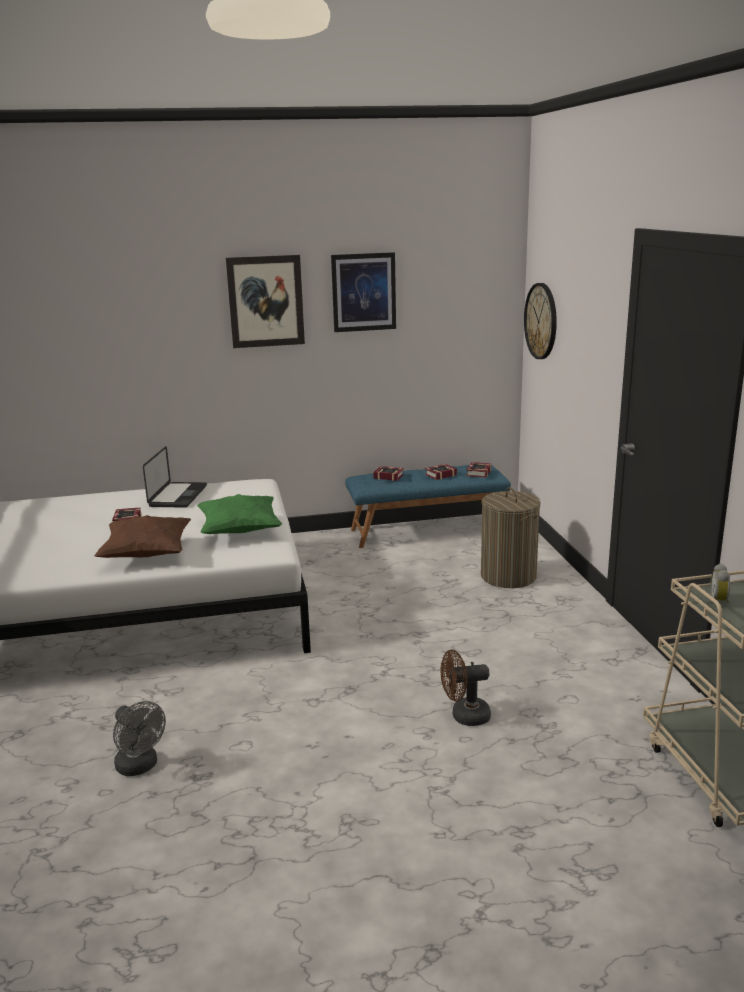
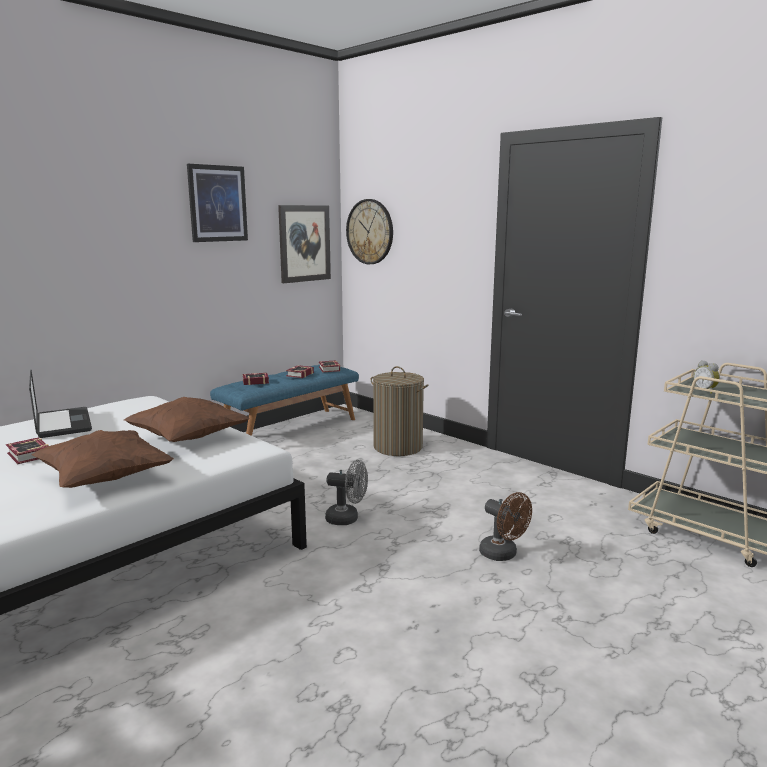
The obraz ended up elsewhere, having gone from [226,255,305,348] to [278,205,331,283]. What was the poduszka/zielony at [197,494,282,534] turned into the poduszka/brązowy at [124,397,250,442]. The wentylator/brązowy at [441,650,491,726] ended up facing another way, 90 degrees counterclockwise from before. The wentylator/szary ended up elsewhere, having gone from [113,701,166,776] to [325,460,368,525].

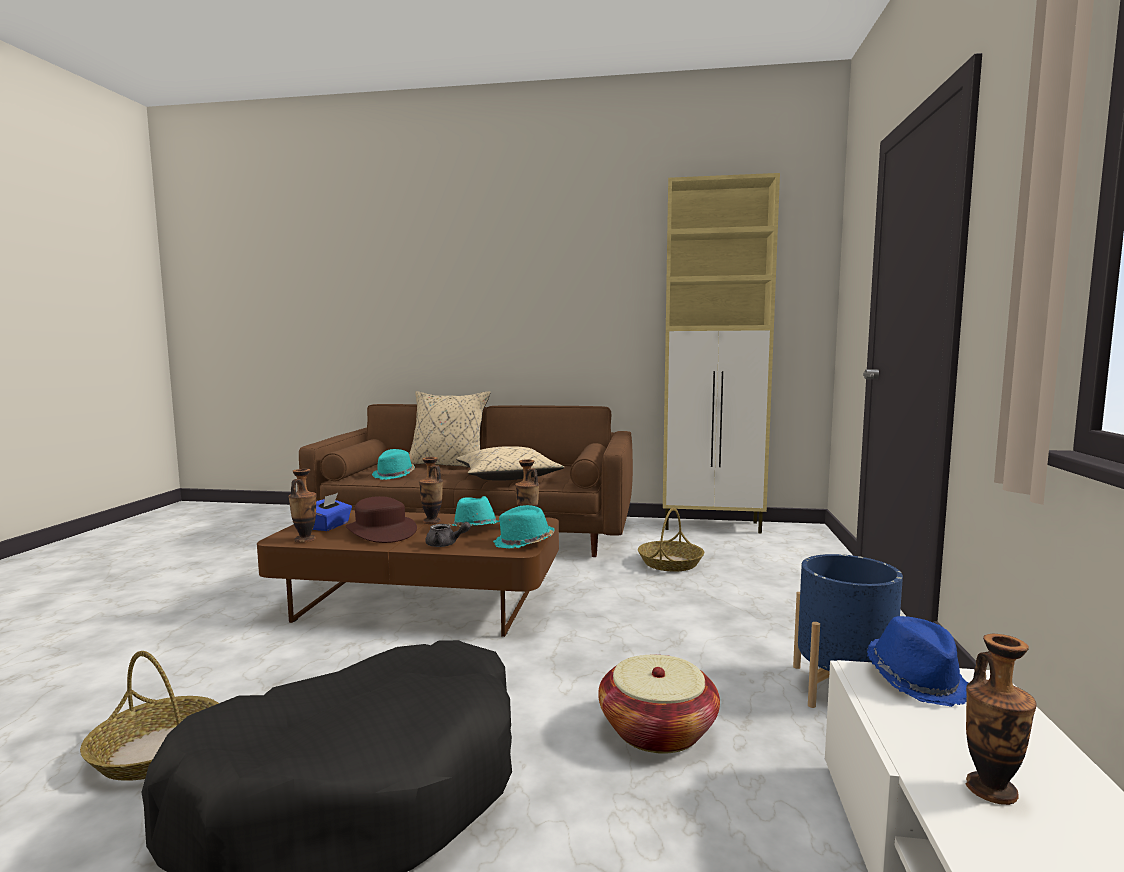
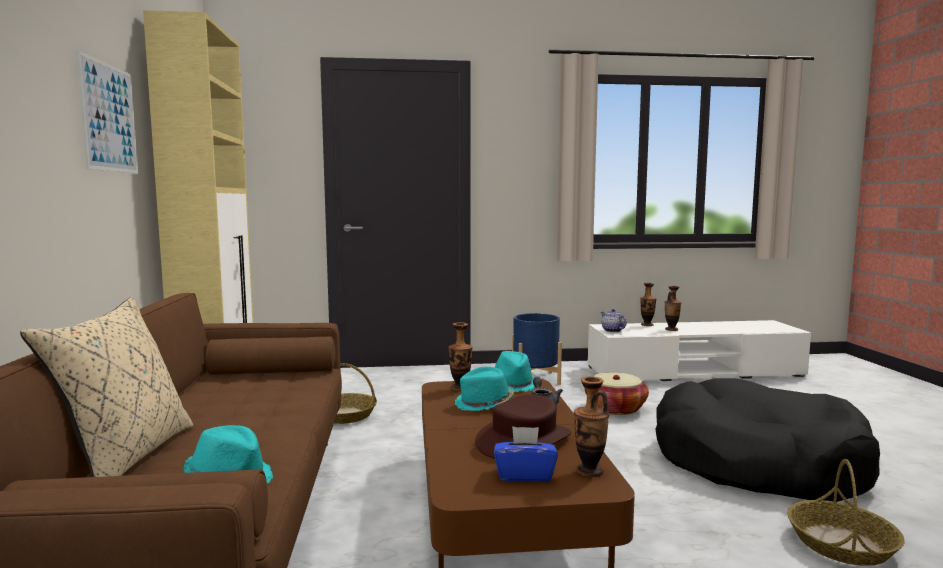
The second view lost the poduszka/beżowy at [456,446,564,481]. The wazon ended up elsewhere, having gone from [419,457,443,524] to [640,283,656,326]. Where the kapelusz/niebieski stood at [867,616,968,707], the imbryk came to stand at [601,309,627,332]. The second view gained the obraz at [76,50,138,174].

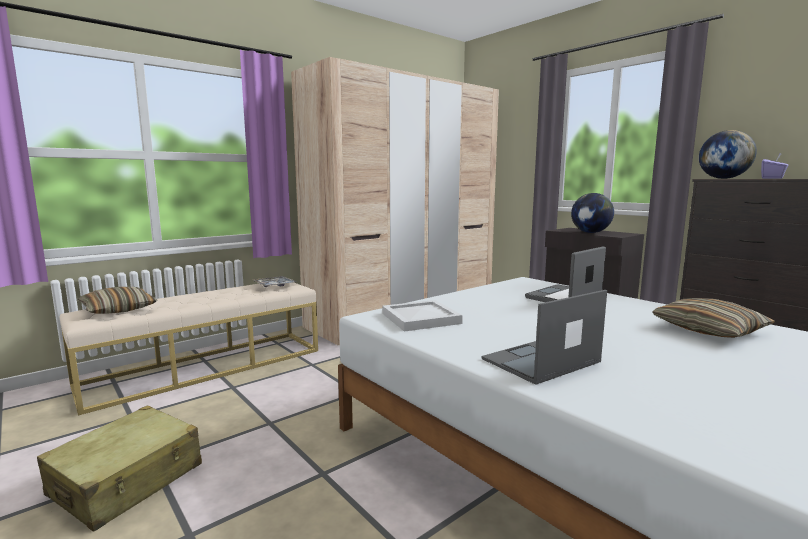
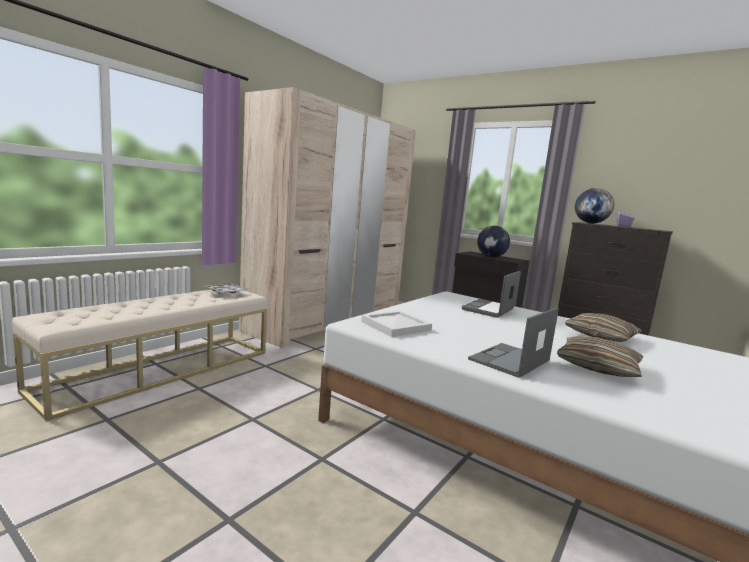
The poduszka ended up elsewhere, having gone from [78,287,158,314] to [557,336,644,377]. The second view lost the walizka/beżowy at [37,405,202,531].

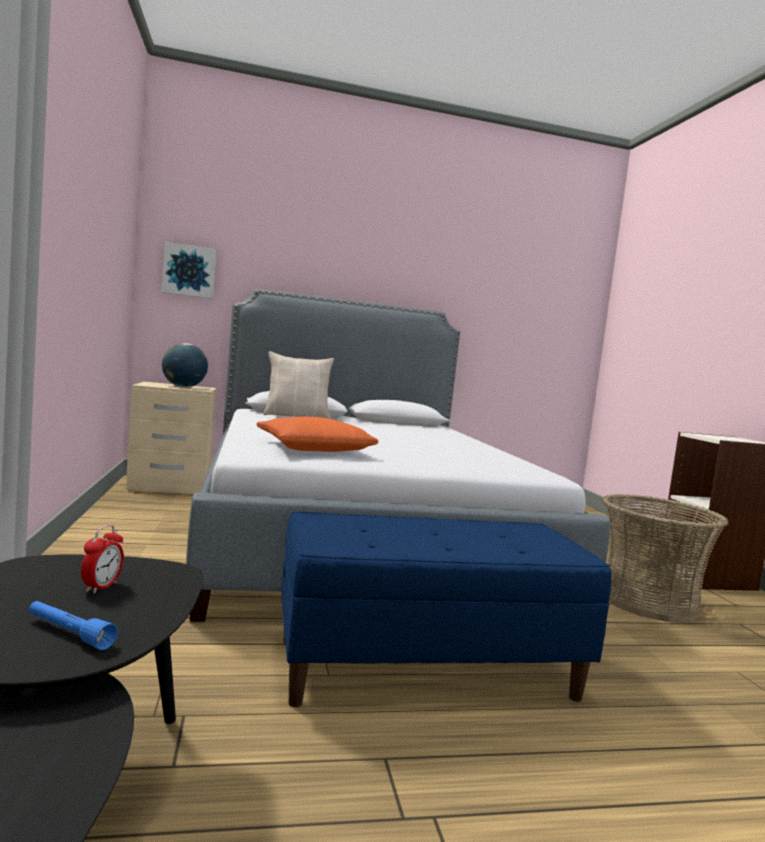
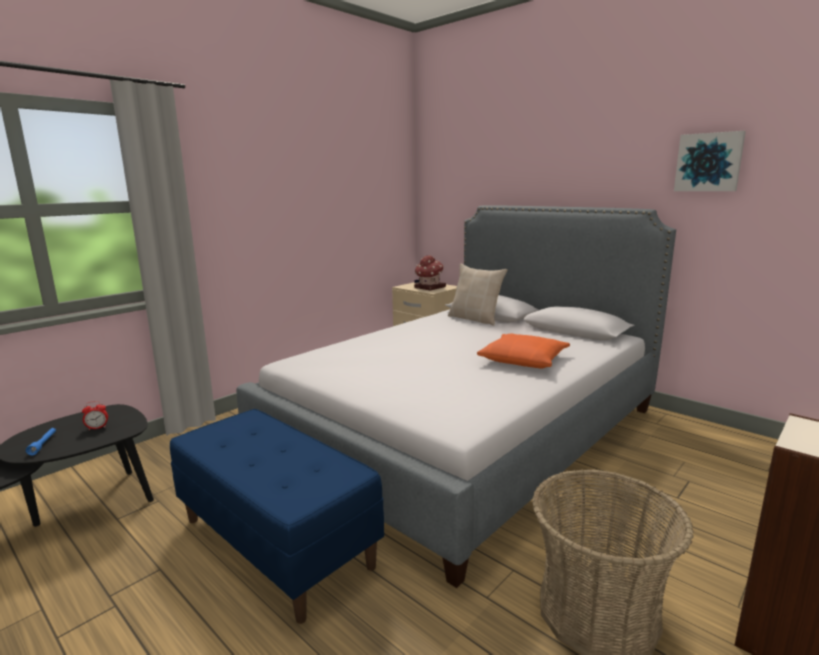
The obraz ended up elsewhere, having gone from [162,242,217,299] to [674,131,746,191]. Where the globus stood at [162,343,208,387], the domek came to stand at [414,255,446,290]. The poduszka/pomarańczowy ended up elsewhere, having gone from [257,417,378,452] to [477,334,570,368].

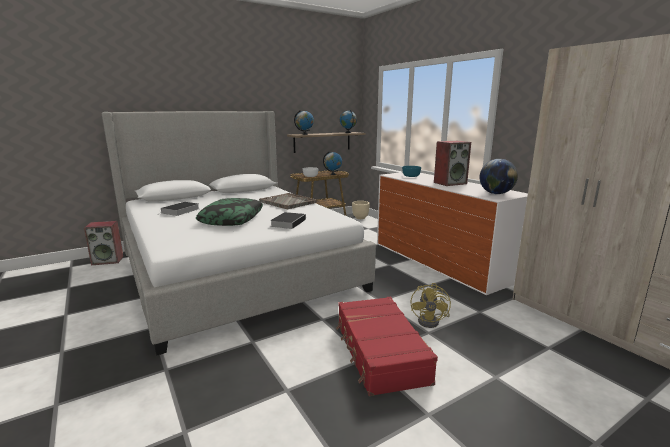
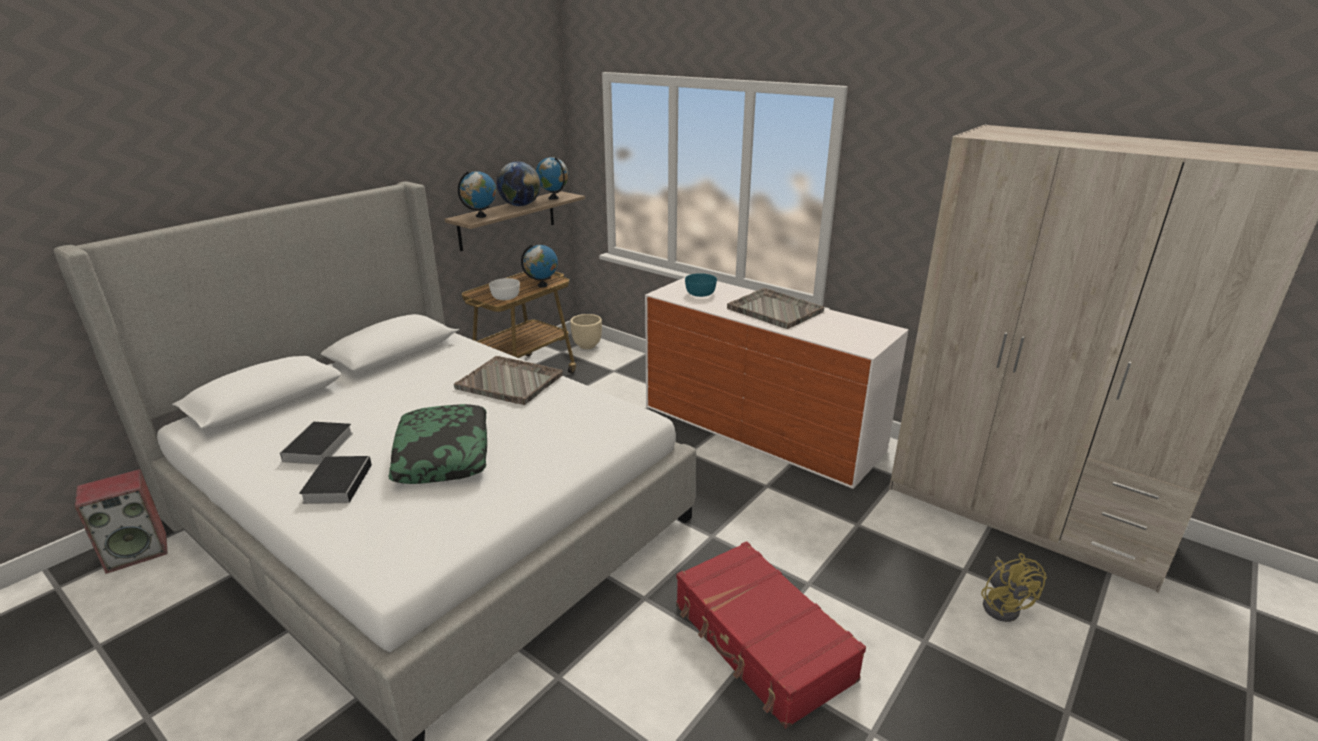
Where the głośnik stood at [434,141,471,186], the taca/szary came to stand at [727,288,824,329]. The globus ended up elsewhere, having gone from [479,159,518,194] to [497,161,541,206]. The książka ended up elsewhere, having gone from [270,212,306,229] to [299,456,372,504]. The wentylator/żółty ended up elsewhere, having gone from [411,283,451,328] to [981,553,1047,622].

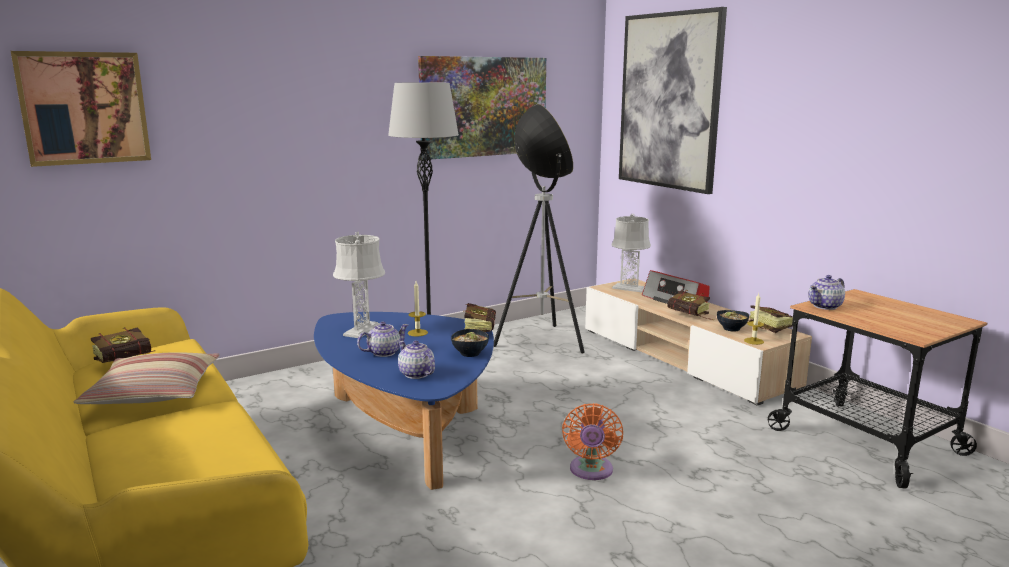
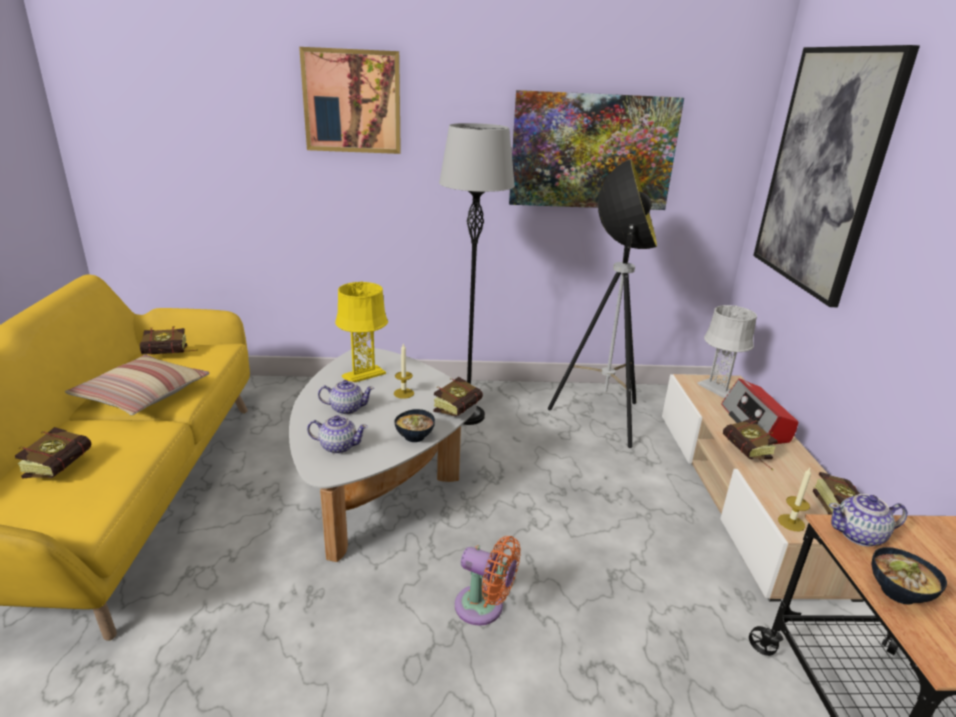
The obraz ended up elsewhere, having gone from [11,51,151,167] to [299,47,401,154]. What was the lampa stołowa/szary at [333,232,385,338] turned into the lampa stołowa/żółty at [335,282,388,383]. The miska ended up elsewhere, having gone from [717,310,749,331] to [872,547,947,604]. What was the ława/niebieski at [314,312,494,490] turned into the ława/biały at [289,347,477,562]. The imbryk at [398,341,435,379] ended up facing another way, 105 degrees clockwise from before. The wentylator/pomarańczowy at [562,403,623,480] ended up facing another way, 105 degrees counterclockwise from before. The second view gained the książka at [15,427,91,479].

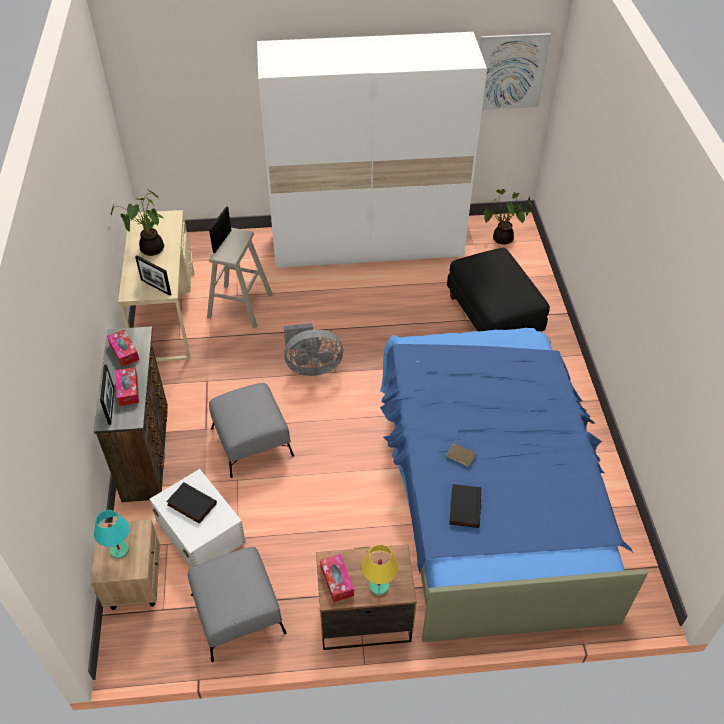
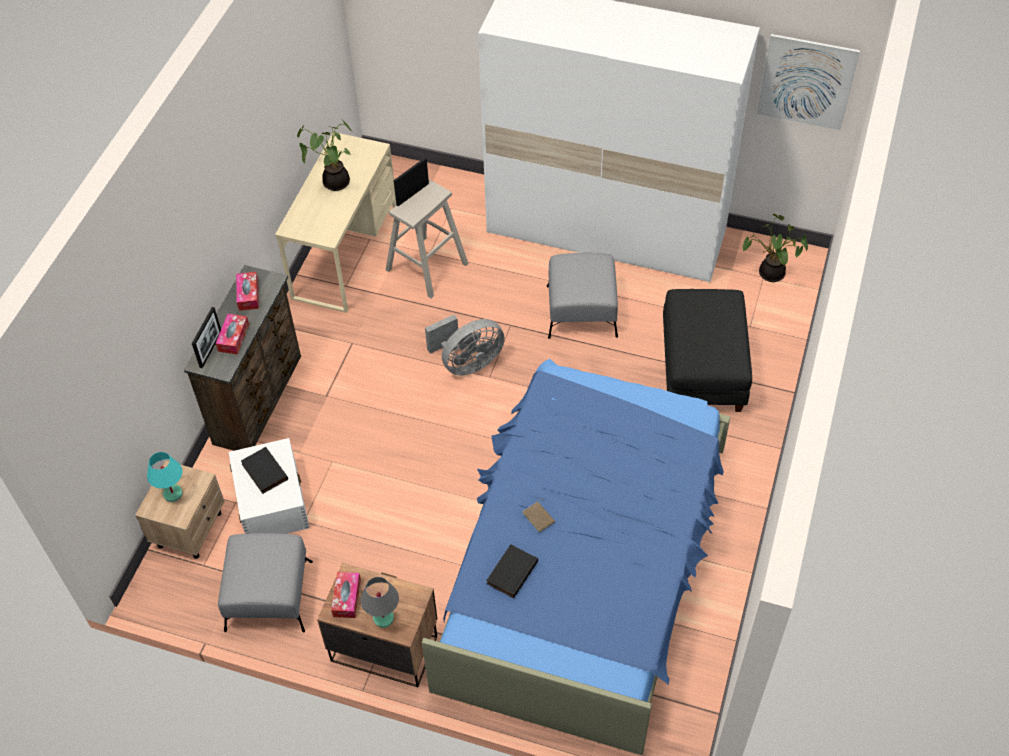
The second view lost the ramka na zdjęcie at [135,255,171,296]. The wentylator/szary at [284,323,343,376] ended up facing another way, 45 degrees counterclockwise from before. The pufa/szary ended up elsewhere, having gone from [209,383,294,478] to [547,253,618,339]. What was the lampa stołowa/żółty at [361,545,398,595] turned into the lampa stołowa/szary at [361,577,399,628].

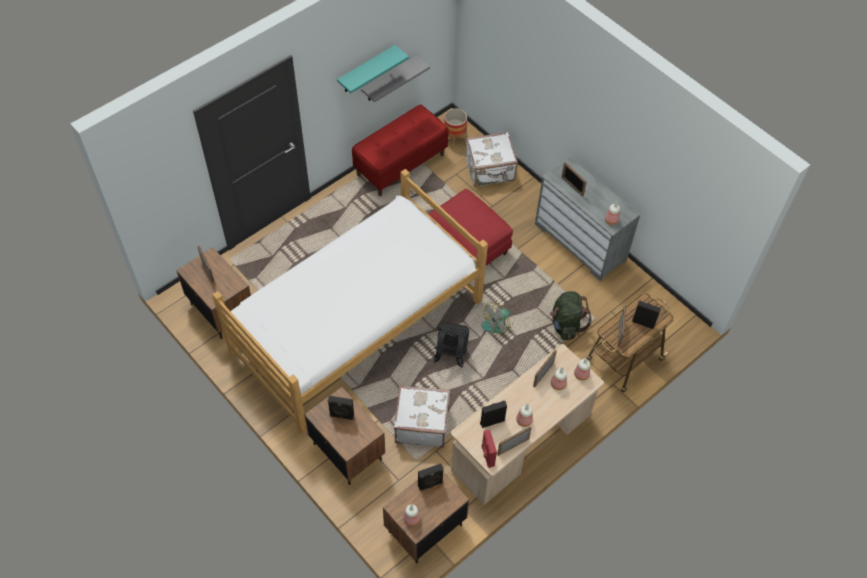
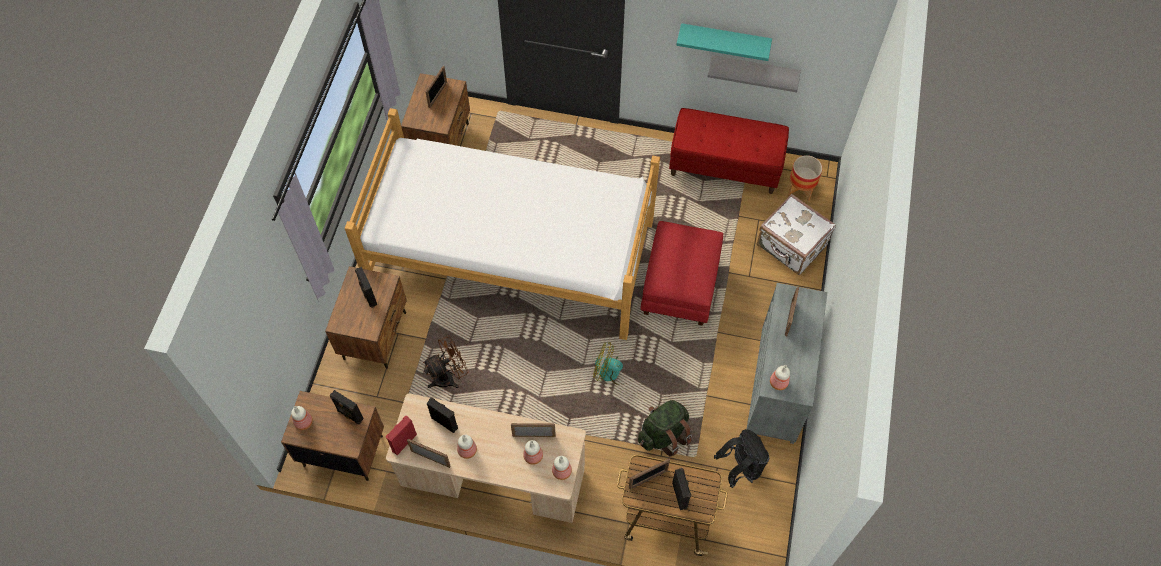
The plecak/czarny ended up elsewhere, having gone from [433,323,469,368] to [714,429,769,488]. Where the walizka/biały stood at [394,385,450,447], the wentylator/brązowy came to stand at [423,335,469,388].

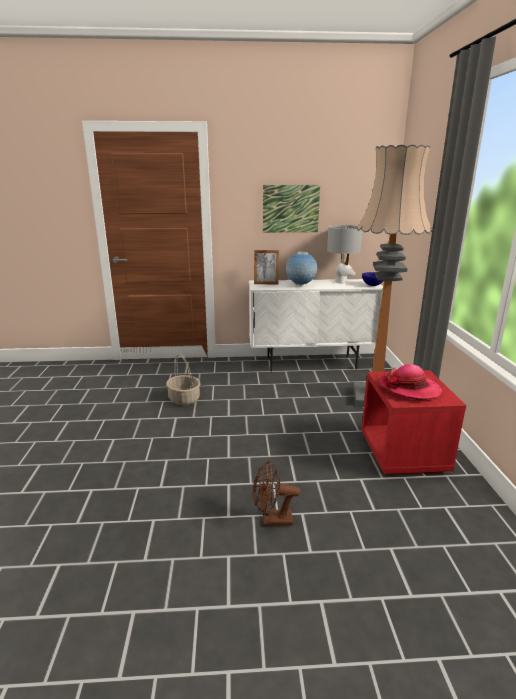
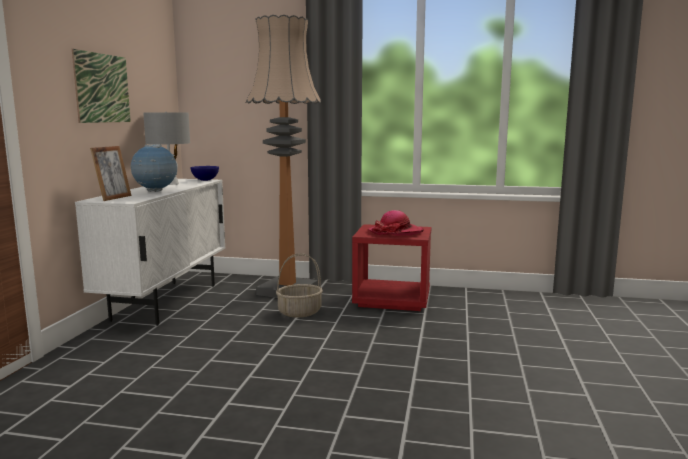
The koszyk ended up elsewhere, having gone from [166,354,200,405] to [276,253,323,317]. The second view lost the wentylator/brązowy at [253,460,301,526].

